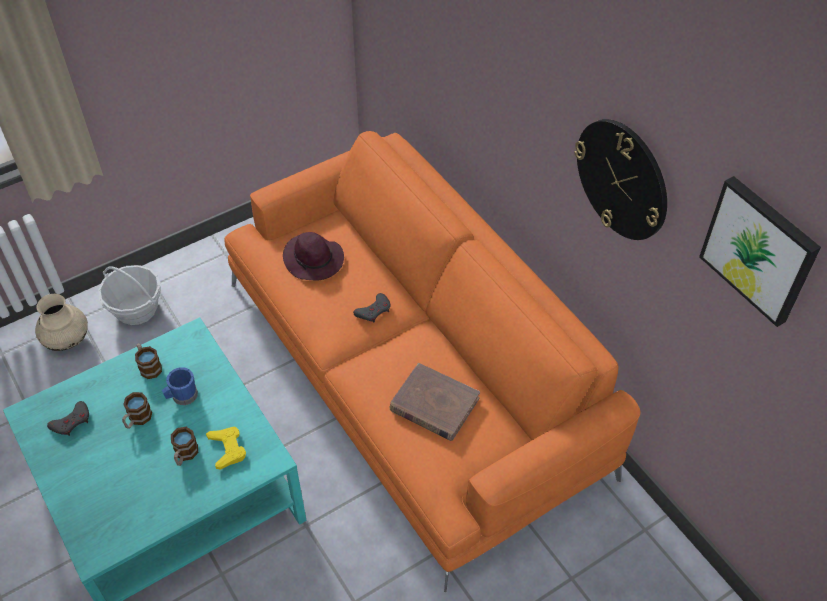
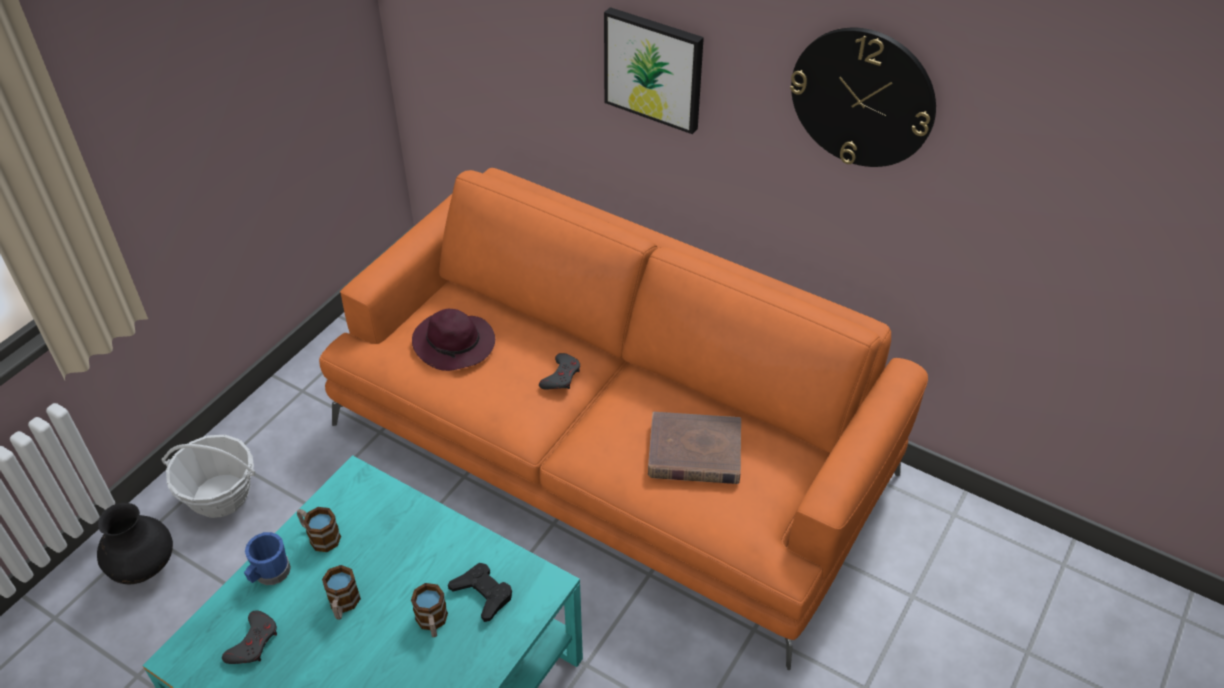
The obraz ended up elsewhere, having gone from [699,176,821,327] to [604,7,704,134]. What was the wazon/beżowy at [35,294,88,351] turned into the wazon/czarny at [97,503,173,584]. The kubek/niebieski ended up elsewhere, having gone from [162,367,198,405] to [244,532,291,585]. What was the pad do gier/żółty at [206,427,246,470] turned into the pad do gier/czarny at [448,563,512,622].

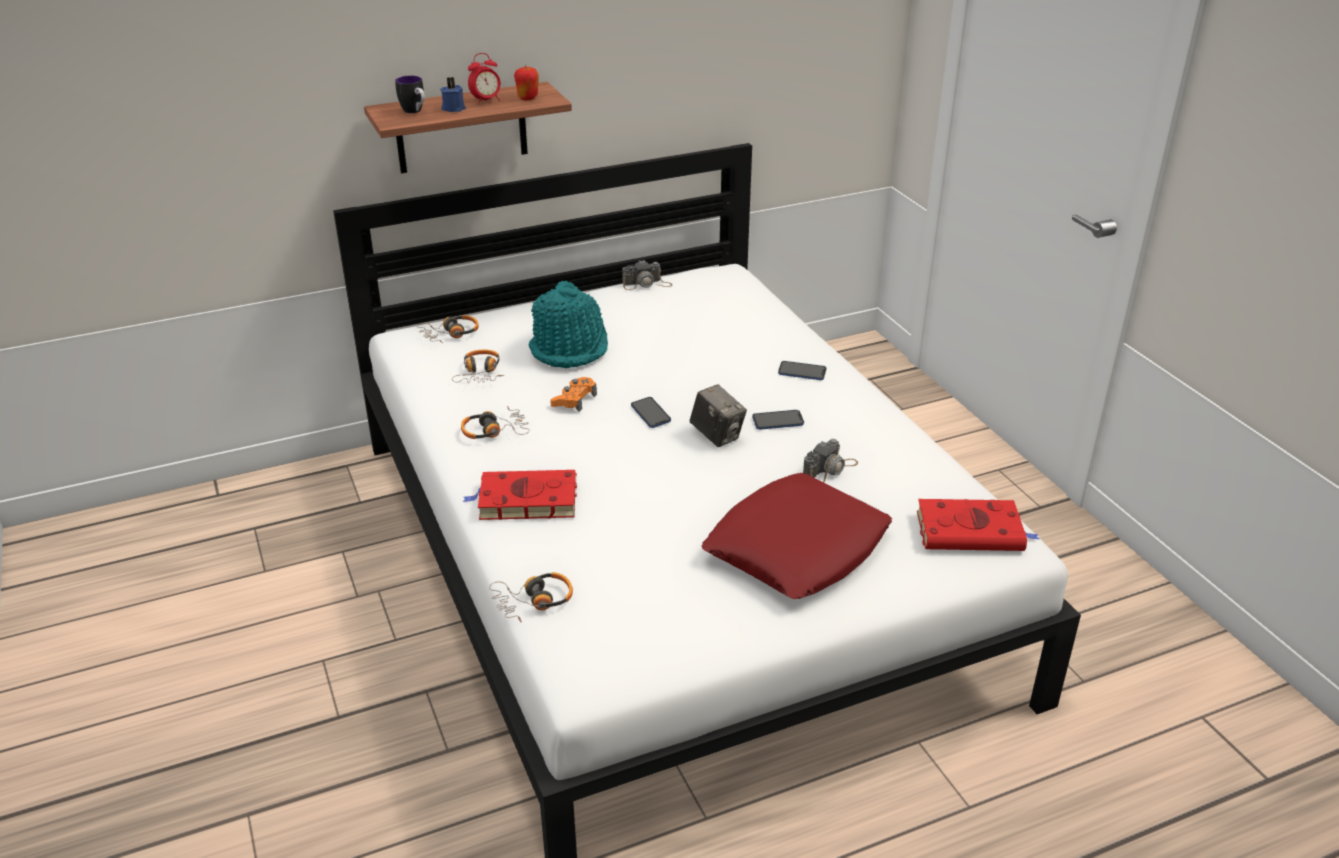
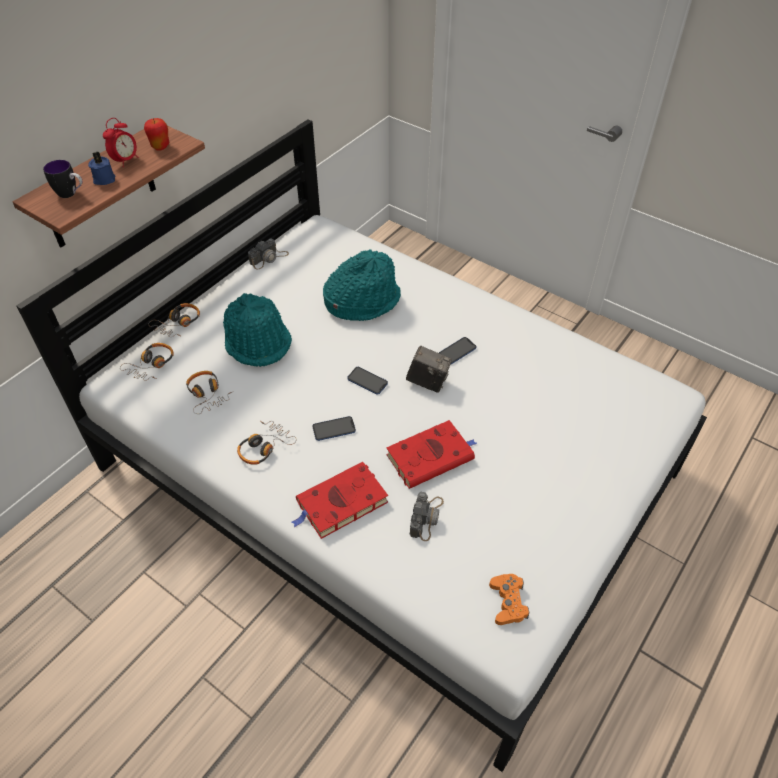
The telefon ended up elsewhere, having gone from [778,361,826,380] to [312,416,356,441]. The pad do gier/pomarańczowy ended up elsewhere, having gone from [550,377,597,412] to [489,574,529,625]. The aparat fotograficzny ended up elsewhere, having gone from [803,439,858,483] to [410,492,444,541]. The second view lost the poduszka/czerwony at [702,473,892,599]. The książka/czerwony ended up elsewhere, having gone from [917,499,1039,551] to [386,420,477,489]. The słuchawki ended up elsewhere, having gone from [489,572,573,622] to [148,303,200,337]. The second view gained the kapelusz/turkusowy at [323,249,401,321].

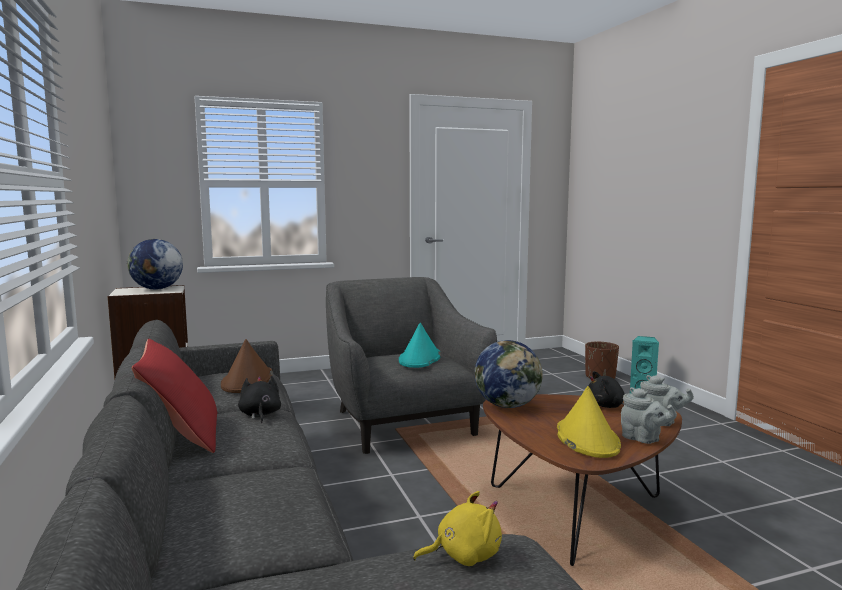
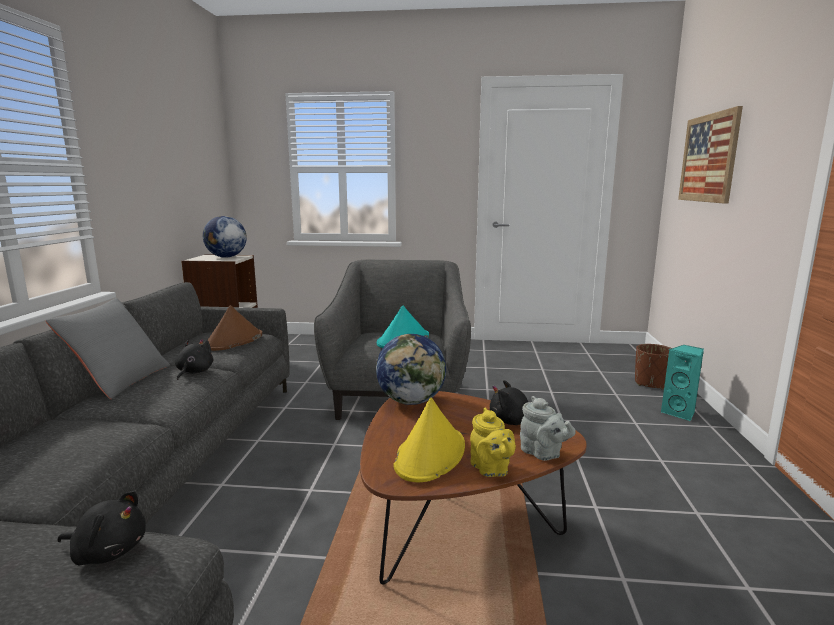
What was the poduszka/czerwony at [132,339,218,453] turned into the poduszka/szary at [45,298,170,399]. What was the imbryk/szary at [621,387,677,444] turned into the imbryk/żółty at [470,408,516,477]. What was the pluszak/żółty at [413,491,502,566] turned into the pluszak/czarny at [58,491,146,566]. The second view gained the obraz at [678,106,743,204].

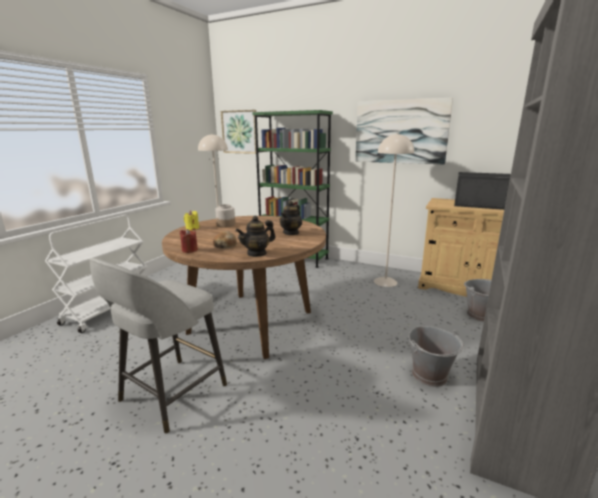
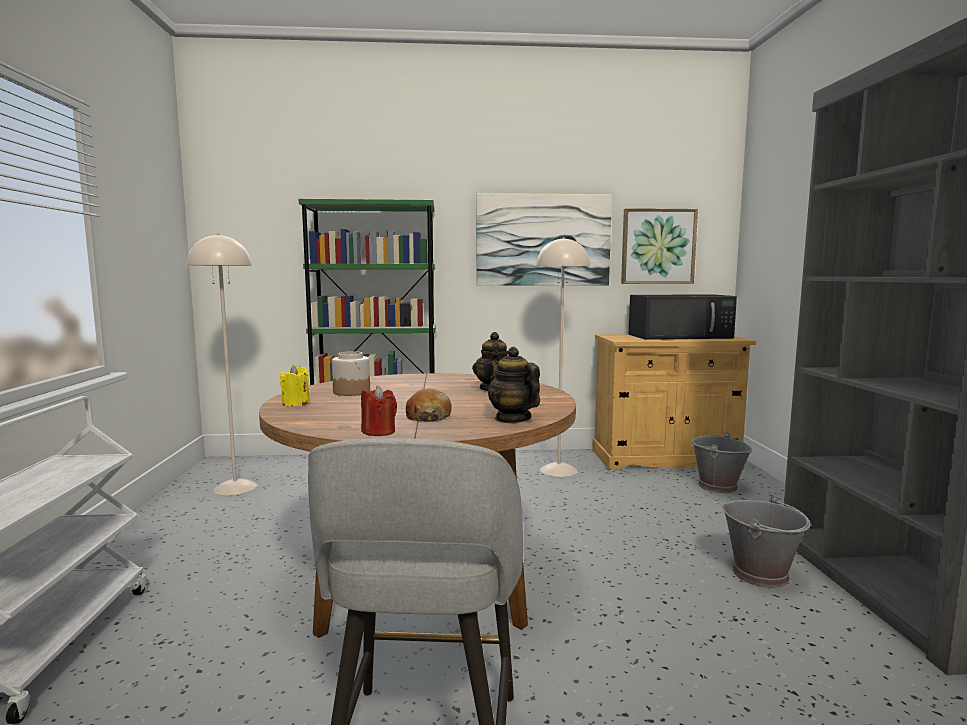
The obraz ended up elsewhere, having gone from [221,110,256,154] to [621,208,698,284]. The imbryk at [236,215,275,257] ended up facing another way, 120 degrees clockwise from before.

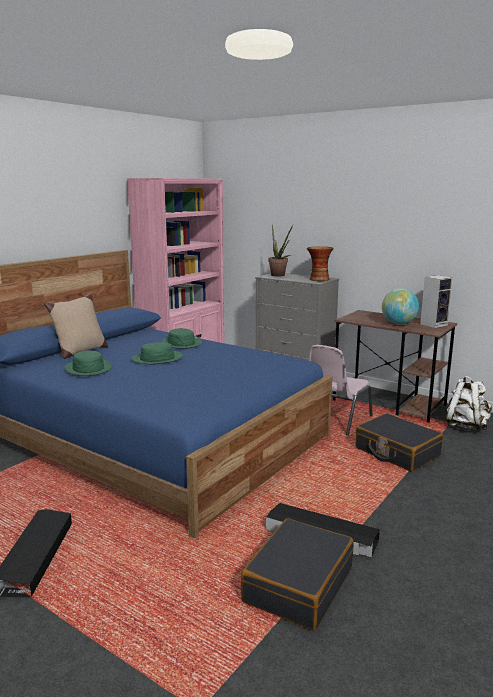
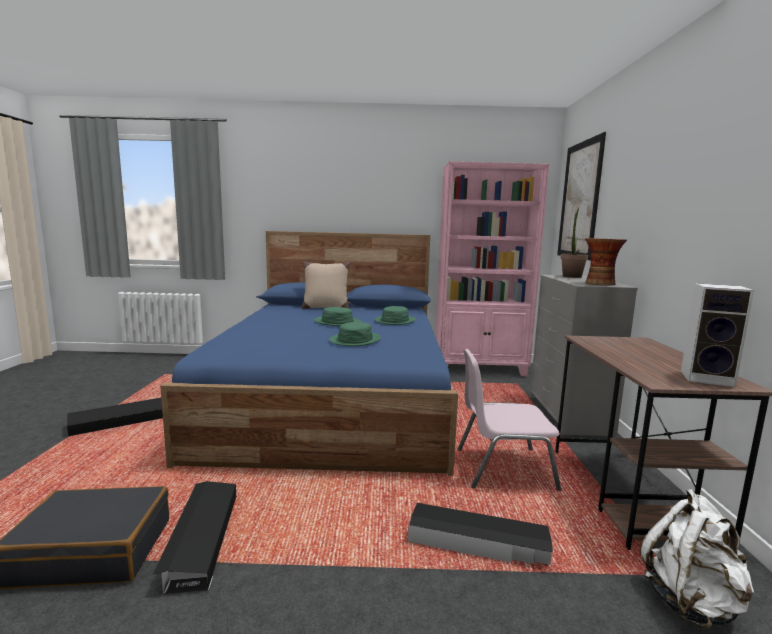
The second view lost the globus at [382,288,419,325]. The kapelusz/zielony ended up elsewhere, having gone from [65,351,112,376] to [329,322,381,346]. Where the walizka/czarny stood at [356,413,443,472], the pojemnik do przechowywania/czarny came to stand at [408,503,553,565]. The second view gained the obraz at [557,132,606,261].

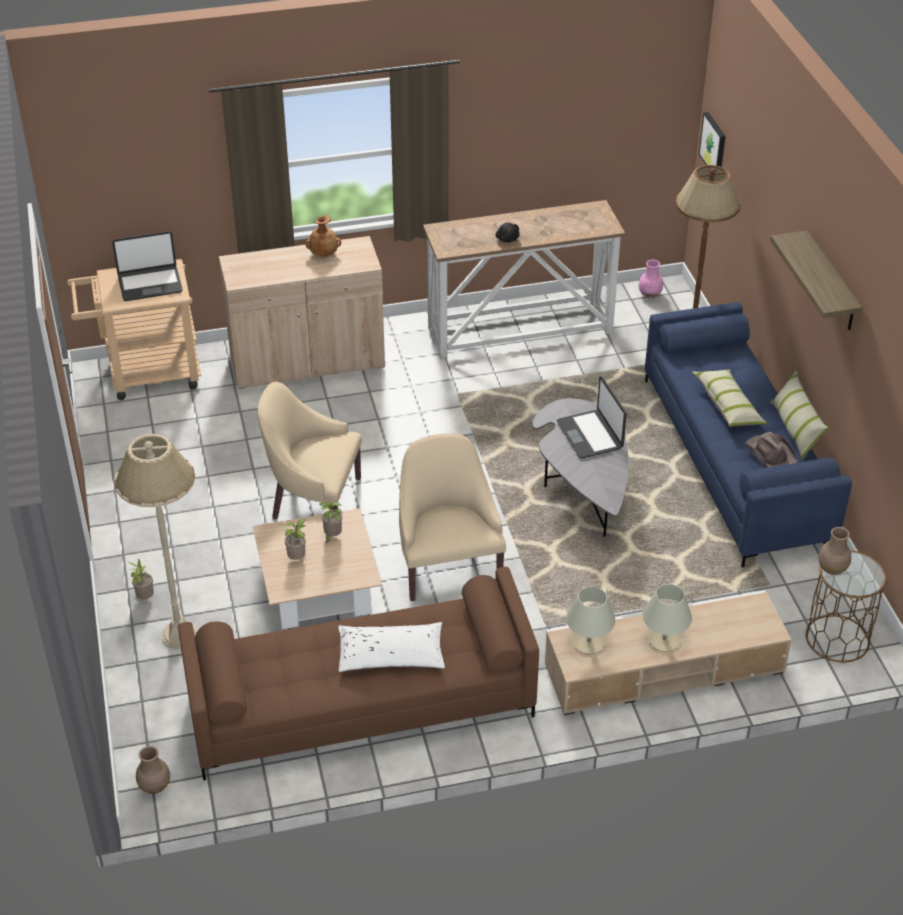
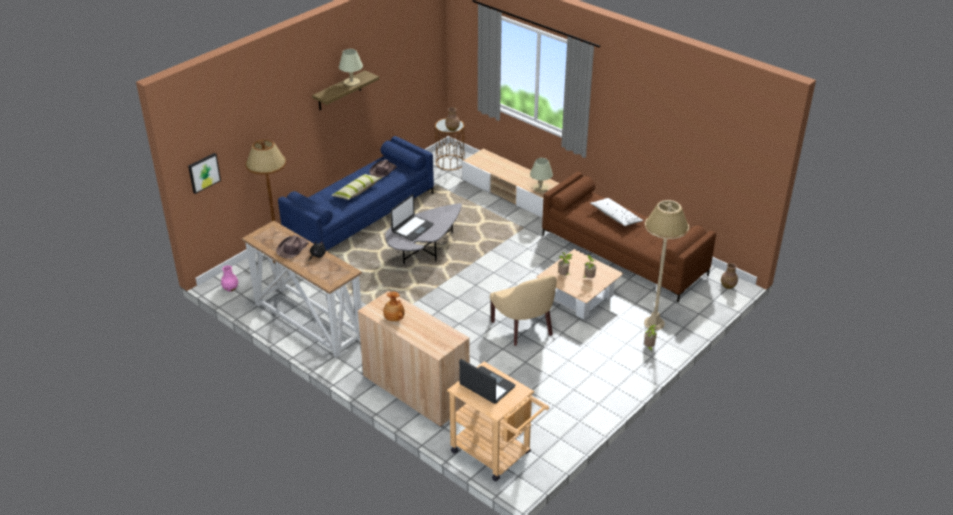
The second view lost the poduszka at [770,371,829,460]. The second view lost the fotel/beżowy at [399,433,506,601]. The lampa stołowa/beżowy ended up elsewhere, having gone from [643,584,692,652] to [339,49,363,86]. The second view gained the kapelusz/brązowy at [276,235,309,259].

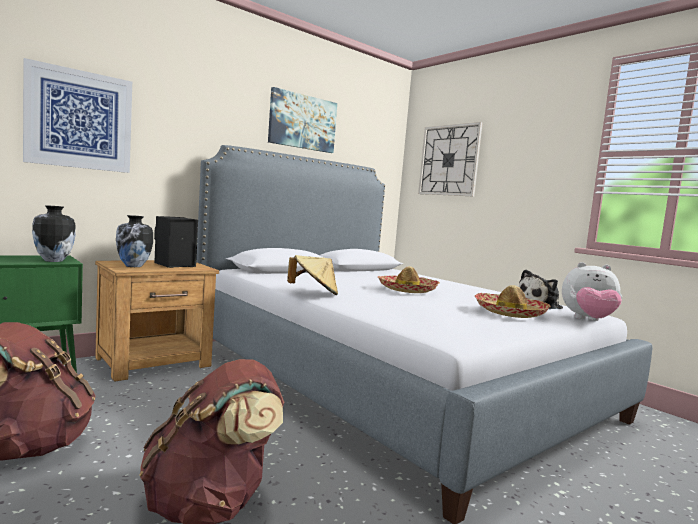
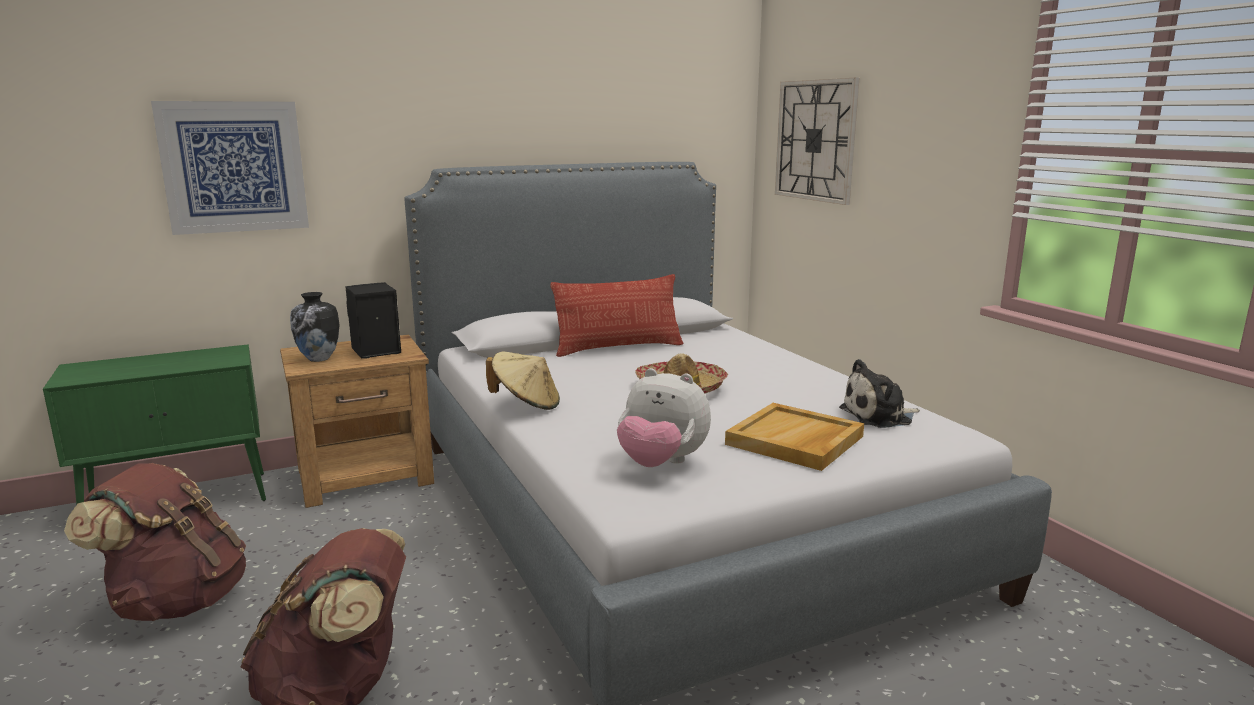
The second view lost the obraz at [268,87,337,153]. The second view lost the wazon at [32,206,76,262]. The pluszak ended up elsewhere, having gone from [562,262,622,321] to [617,368,711,467]. Where the kapelusz stood at [474,285,551,318], the taca/beżowy came to stand at [725,403,864,471]. The second view gained the poduszka at [550,274,683,357].

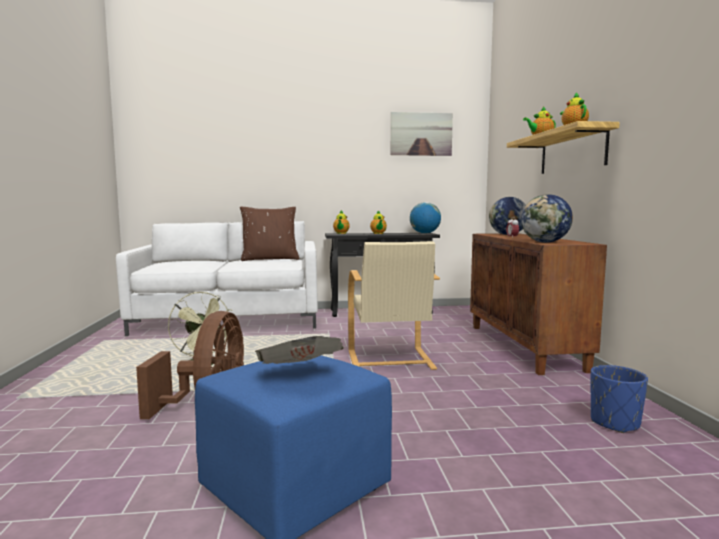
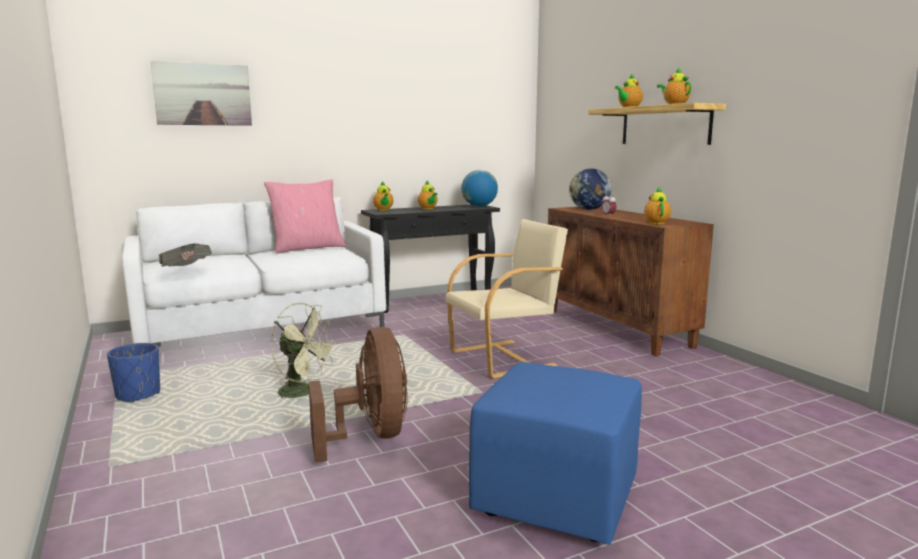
The obraz ended up elsewhere, having gone from [391,112,453,156] to [151,61,252,126]. Where the globus stood at [521,194,573,243], the imbryk came to stand at [644,187,671,224]. What was the poduszka/brązowy at [240,207,299,261] turned into the poduszka/różowy at [264,179,346,254]. The fotel/beżowy at [348,241,440,370] ended up facing another way, 90 degrees counterclockwise from before. The gazeta ended up elsewhere, having gone from [255,336,344,364] to [159,243,212,267]. The donica/niebieski ended up elsewhere, having gone from [591,365,648,433] to [107,343,160,402].

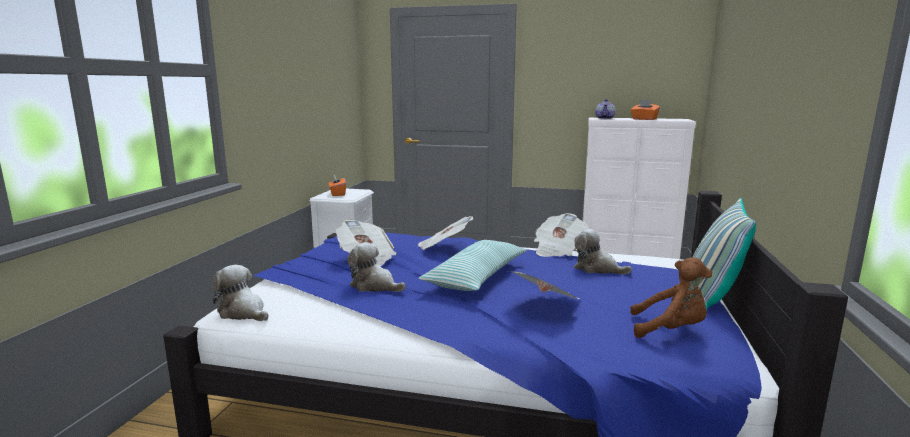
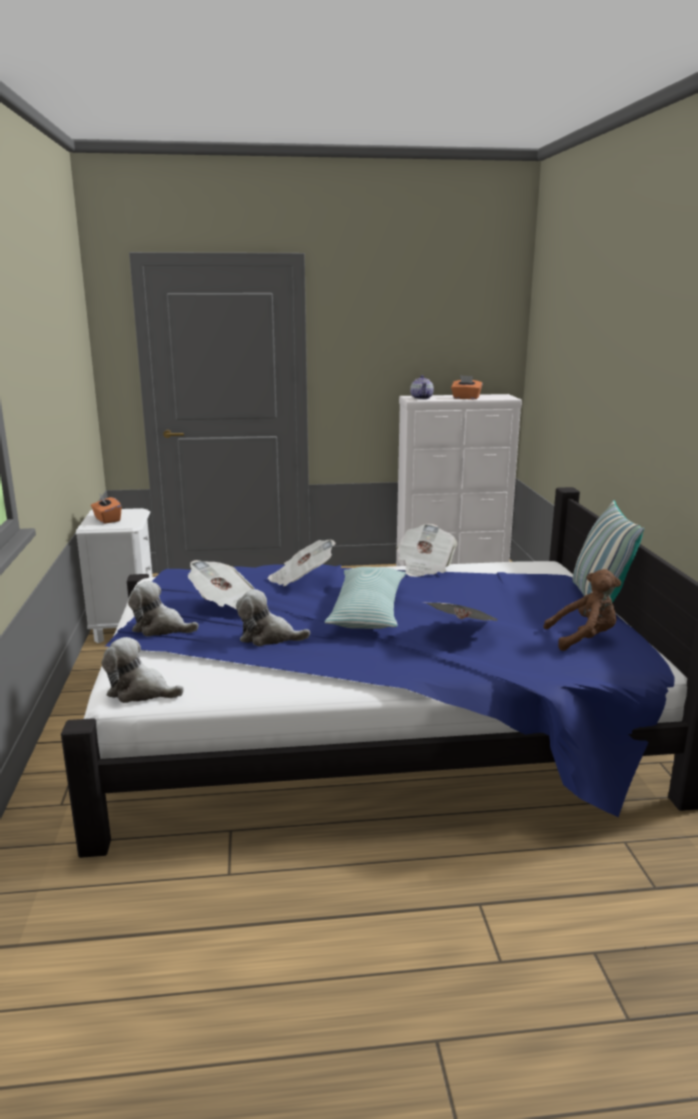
The pluszak ended up elsewhere, having gone from [574,229,632,275] to [128,581,199,636].

